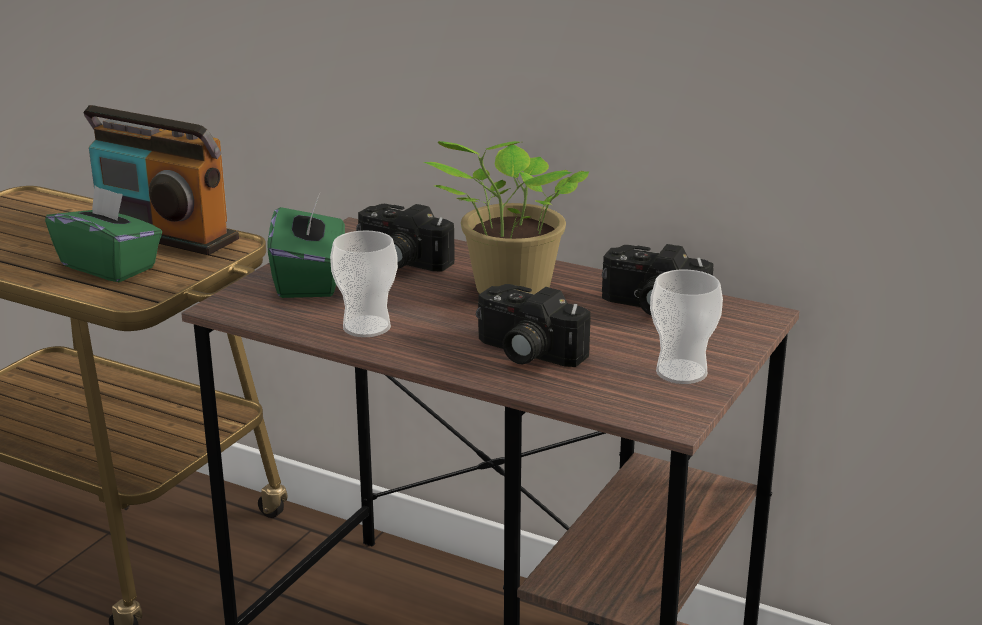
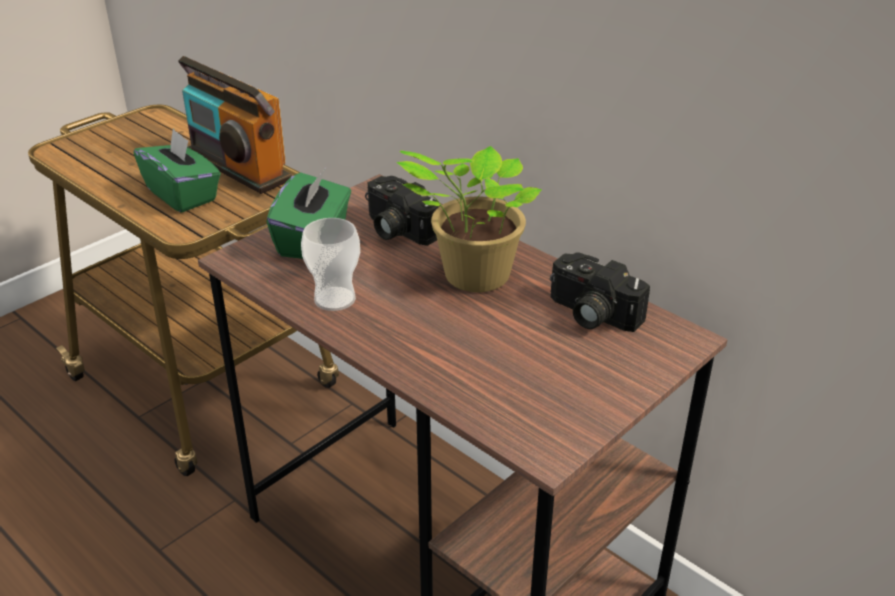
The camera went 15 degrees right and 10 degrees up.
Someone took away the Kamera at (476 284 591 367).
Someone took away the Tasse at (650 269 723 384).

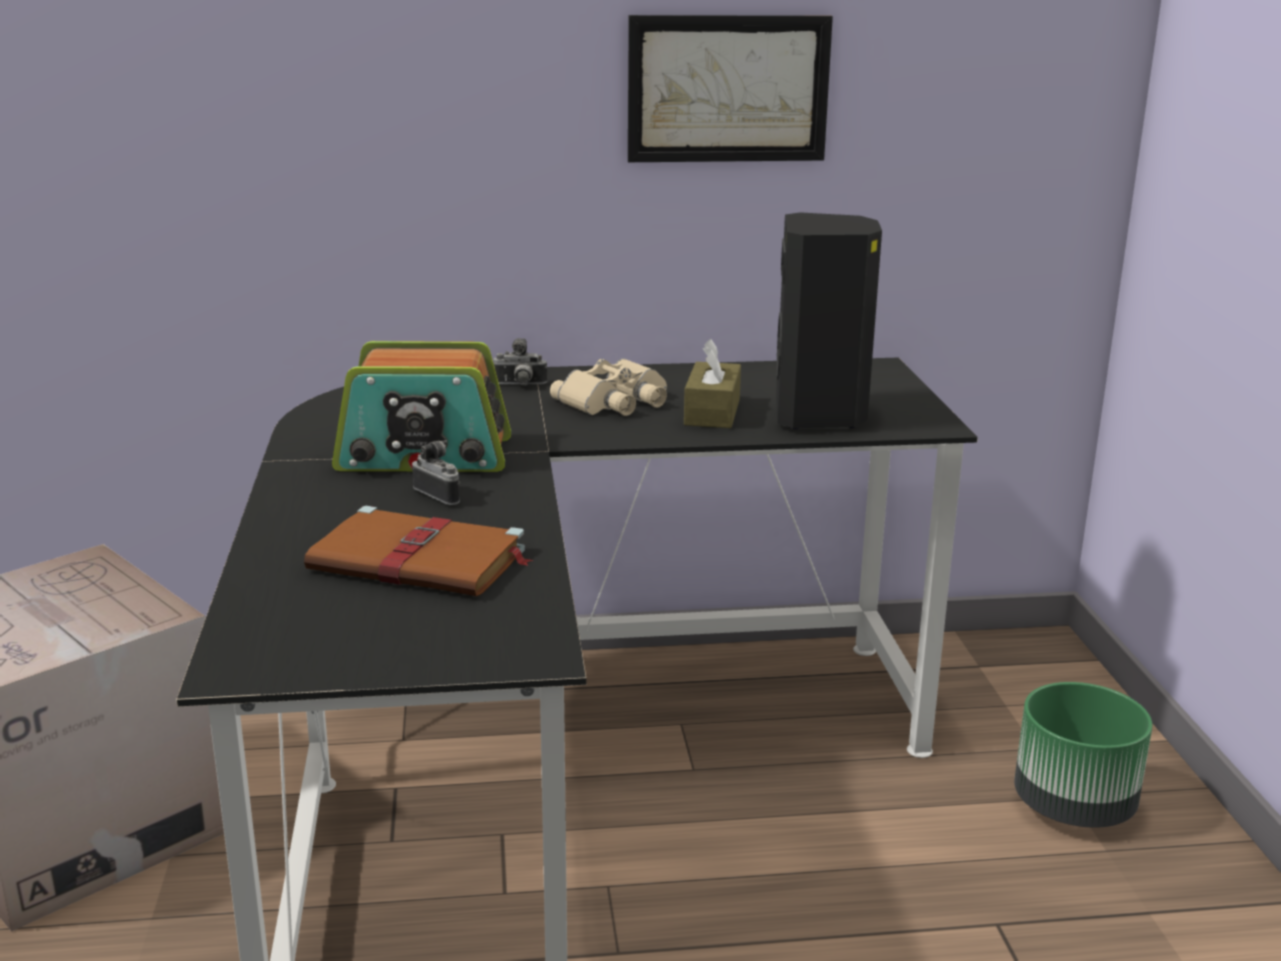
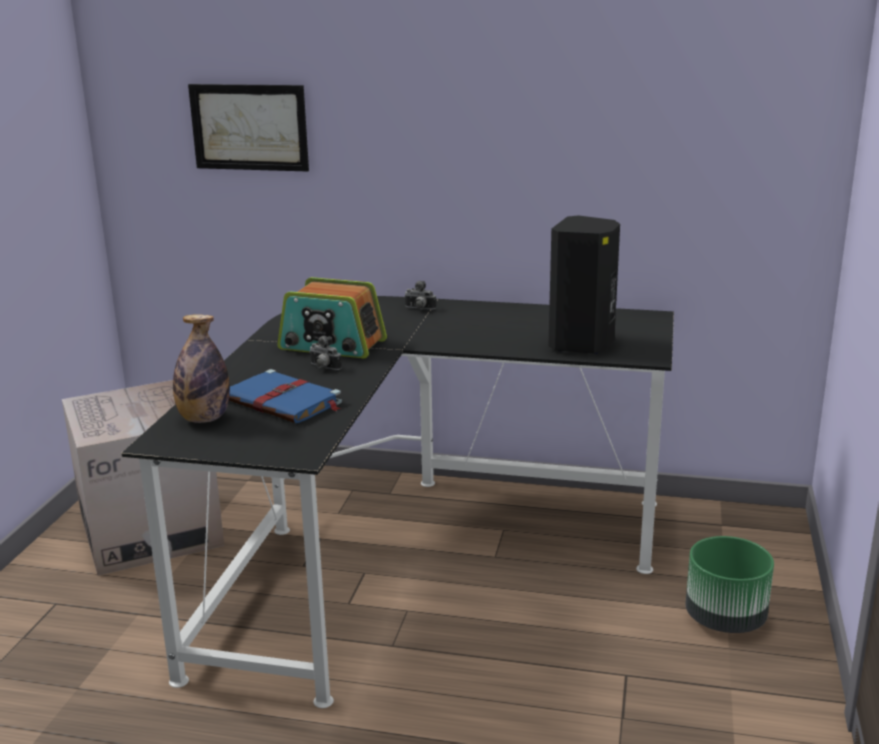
The camera went 20 degrees right and 0 degrees up.
Someone repainted the Buch (braun) at (304 506 533 596), which became the Buch (blau) at (229 369 342 423).
Someone rotated the Kamera at (412 440 460 505) by 150 degrees clockwise.
Someone took away the Fernglas (beige) at (550 358 667 416).
Someone carried the Bild from (628 15 833 162) to (188 84 309 172).
Someone took away the Taschentuchbox (braun) at (684 339 741 428).
Someone put down the Flasche at (173 314 230 423).

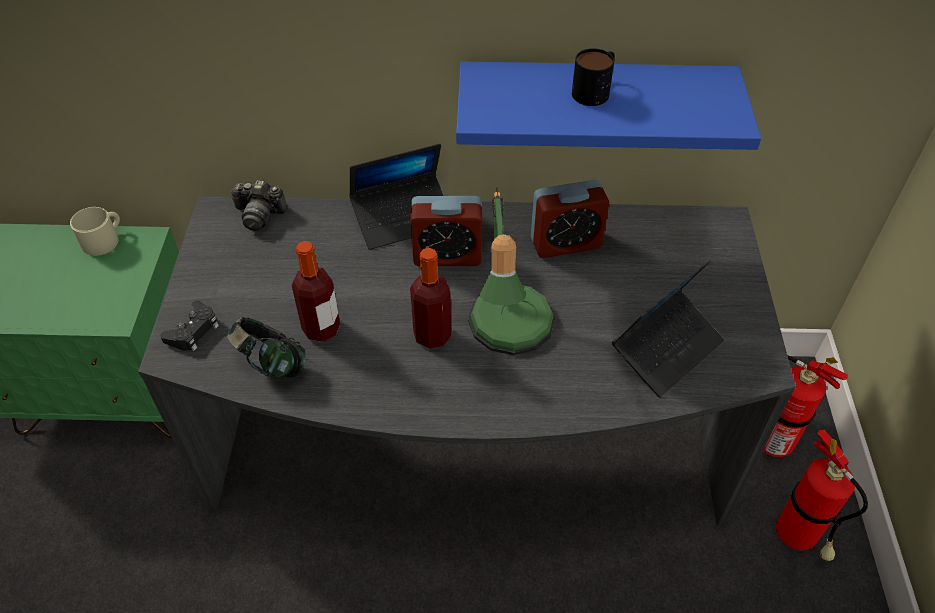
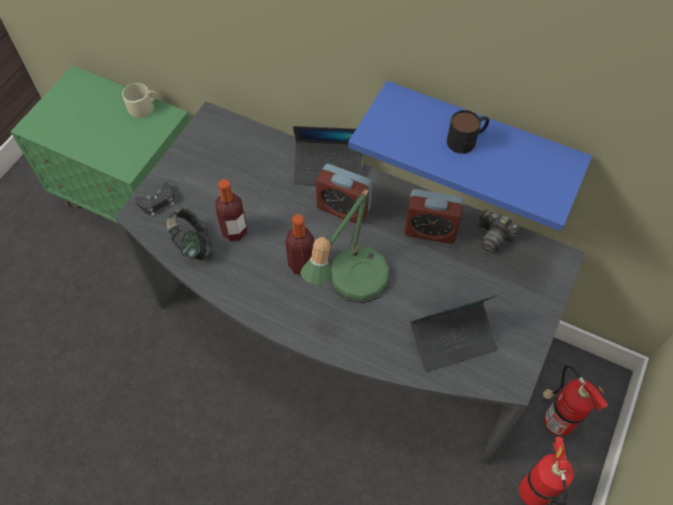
The camera went 25 degrees right and 10 degrees up.
Someone carried the Kamera from (230 180 287 231) to (478 210 520 253).

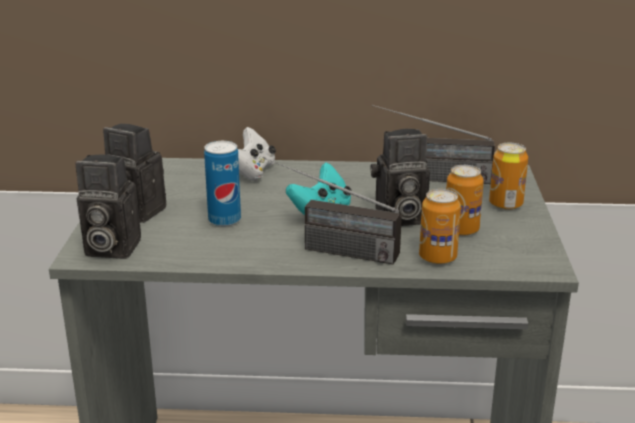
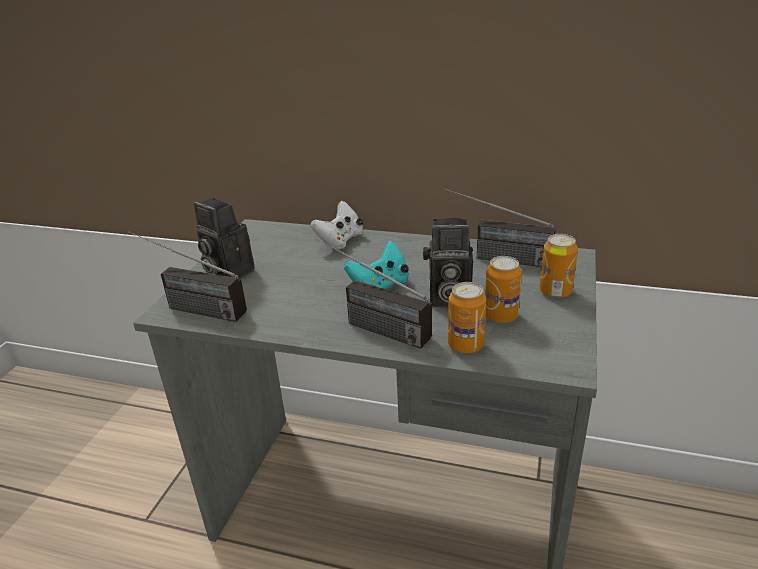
The camera went 15 degrees right and 5 degrees up.
Someone swapped the Kamera at (76 154 141 259) for the Radio at (128 231 247 322).
Someone took away the Dose at (204 141 241 227).

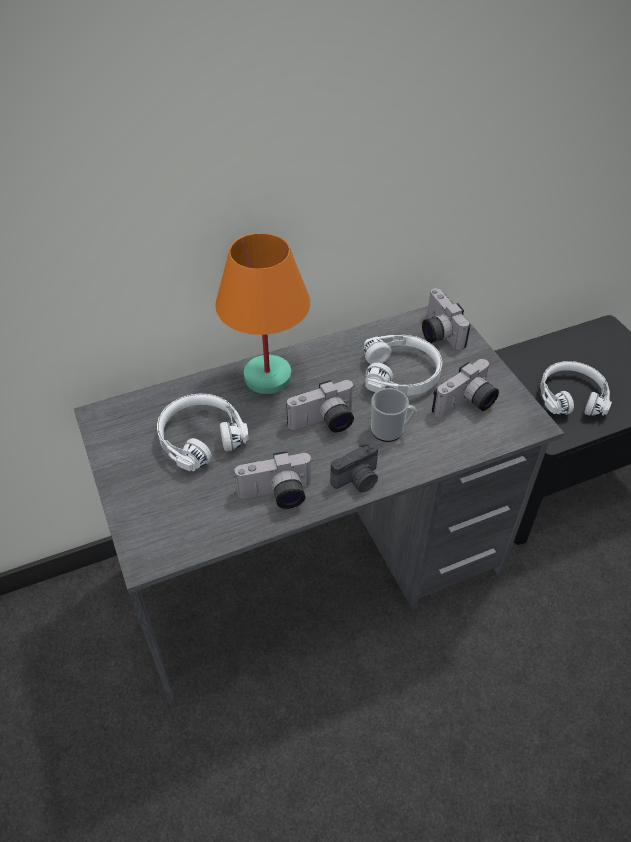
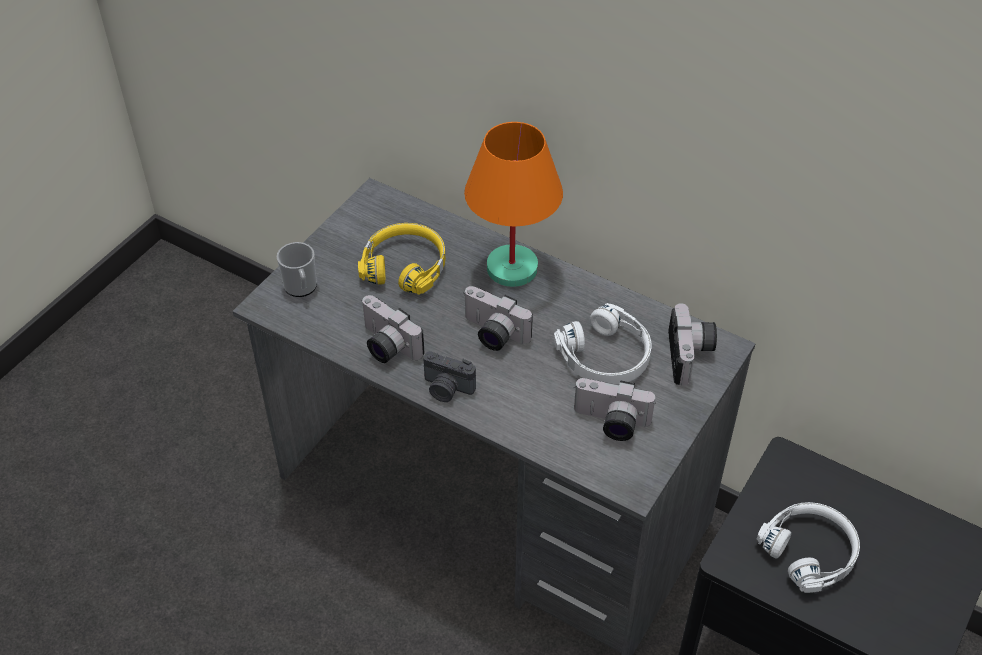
The camera went 55 degrees right and 0 degrees up.
Someone repainted the Kopfhörer (weiß) at (157 394 249 471), which became the Kopfhörer (gelb) at (358 223 445 295).
Someone carried the Henkelbecher from (371 388 417 442) to (277 242 317 297).
Someone rotated the Kamera at (422 288 471 350) by 150 degrees clockwise.

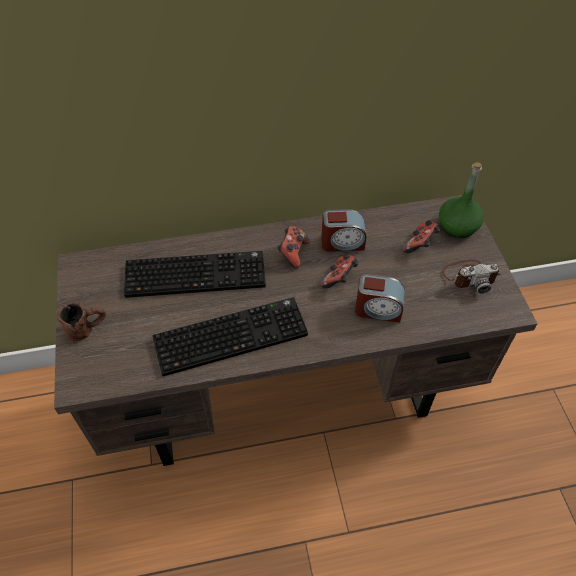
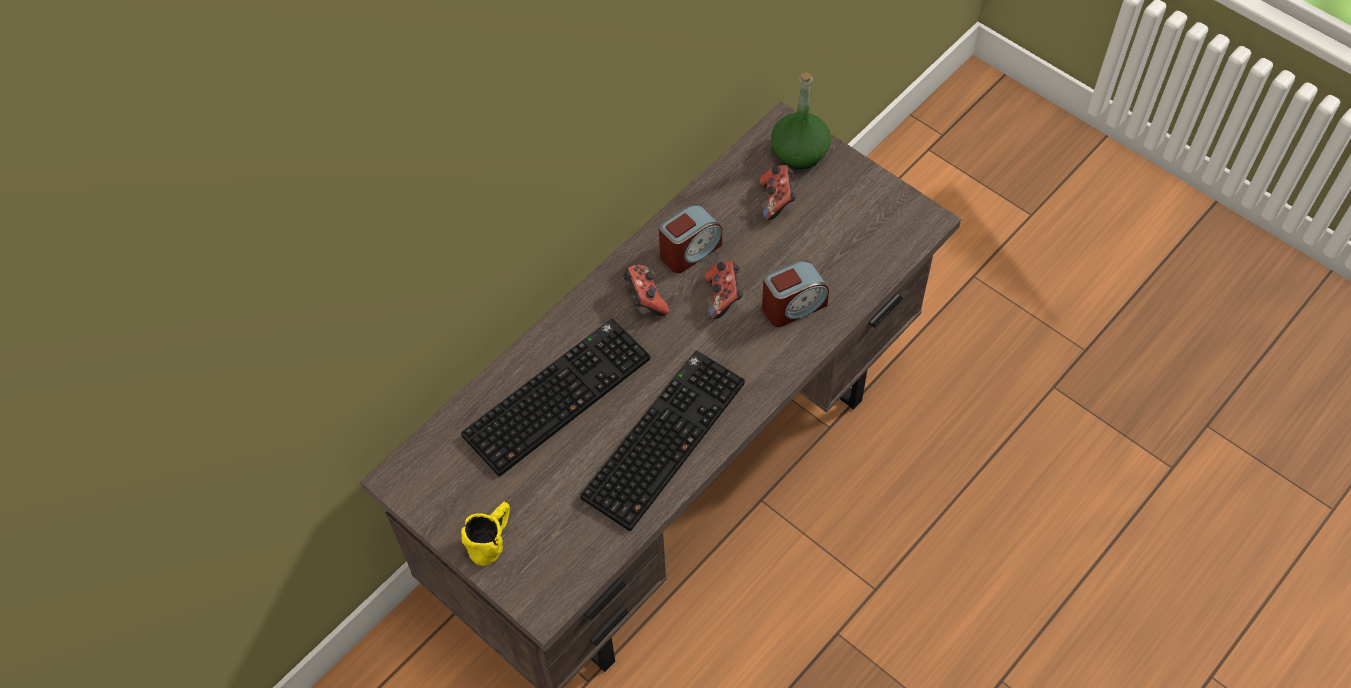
The camera went 35 degrees left and 5 degrees up.
Someone repainted the Henkelbecher (braun) at (58 302 106 341), which became the Henkelbecher (gelb) at (461 502 510 566).
Someone took away the Kamera at (442 260 501 294).

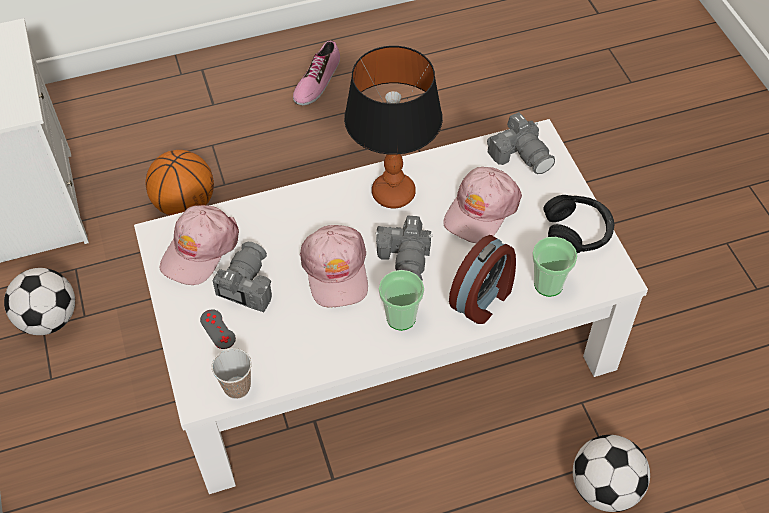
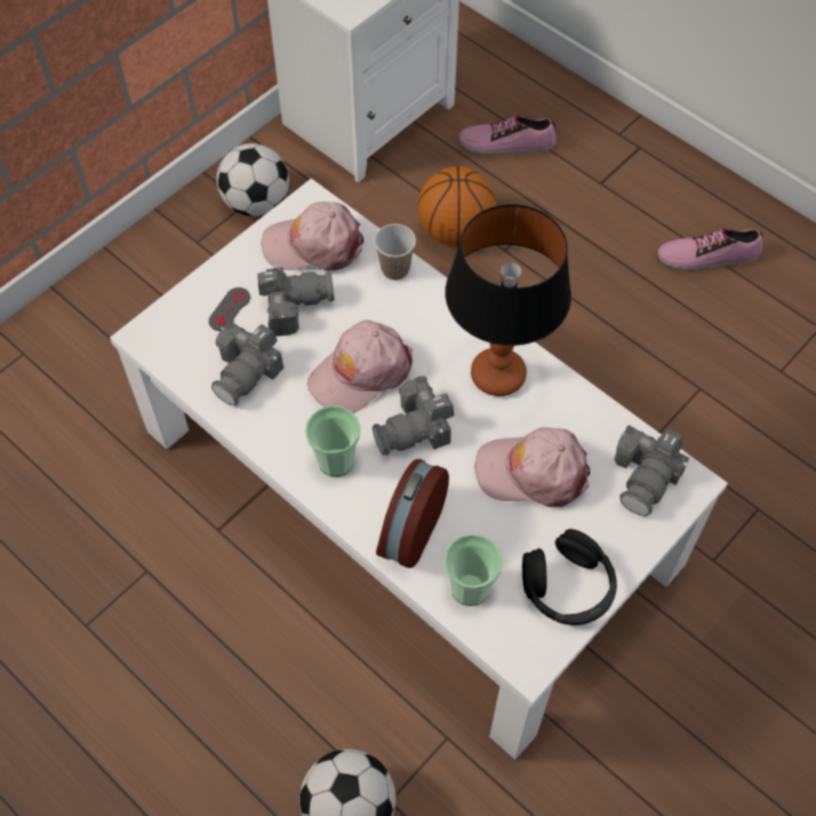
The camera went 60 degrees right and 5 degrees up.
Someone carried the Tasse from (212 348 252 399) to (374 224 416 280).
Someone rotated the Wecker at (449 235 516 324) by 105 degrees clockwise.
Someone put down the Kamera at (212 322 284 406).
Someone put down the Schuh at (459 115 557 154).

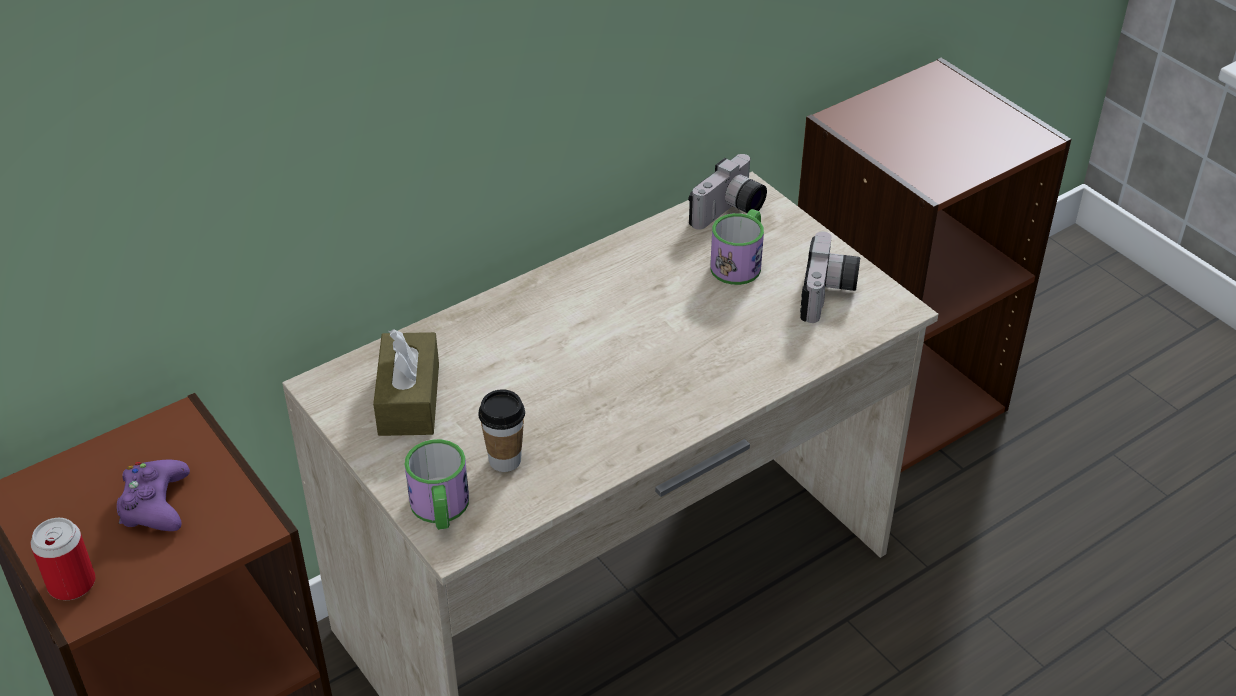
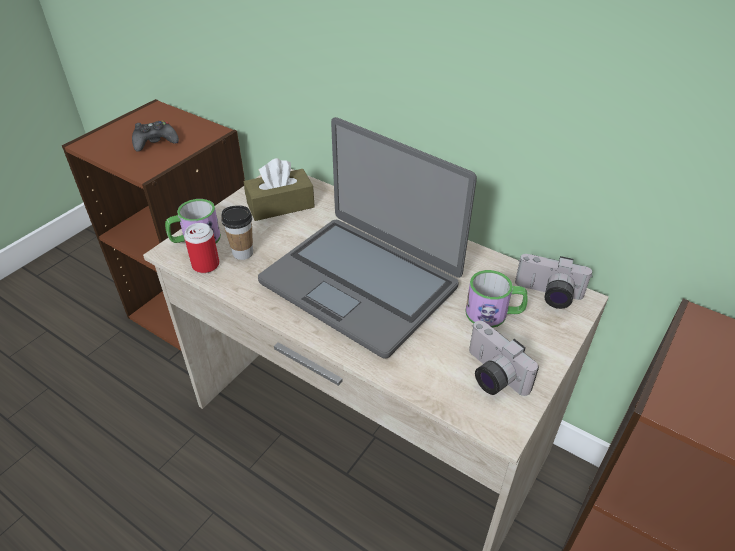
The camera went 70 degrees right and 0 degrees up.
Someone carried the Dose from (31 518 95 600) to (184 223 220 273).
Someone repainted the Gamepad (lila) at (117 460 190 531), which became the Gamepad (schwarz) at (132 120 179 152).
Someone rotated the Kamera at (800 231 860 323) by 60 degrees clockwise.
Someone put down the Laptop at (258 117 477 359).

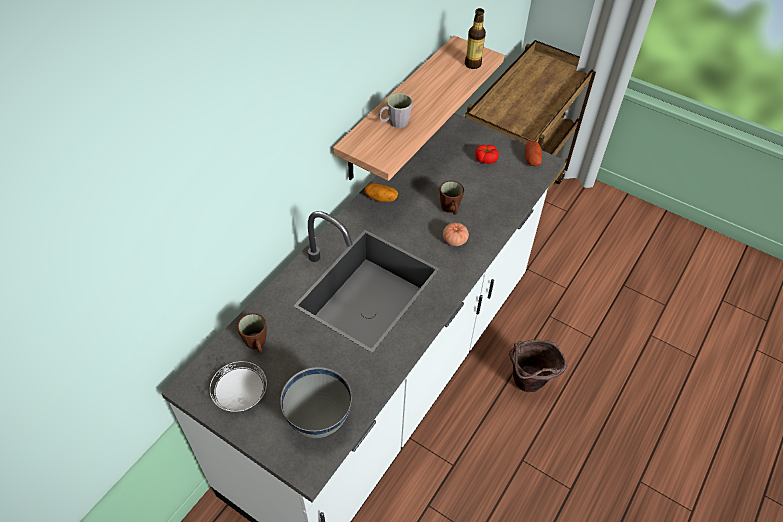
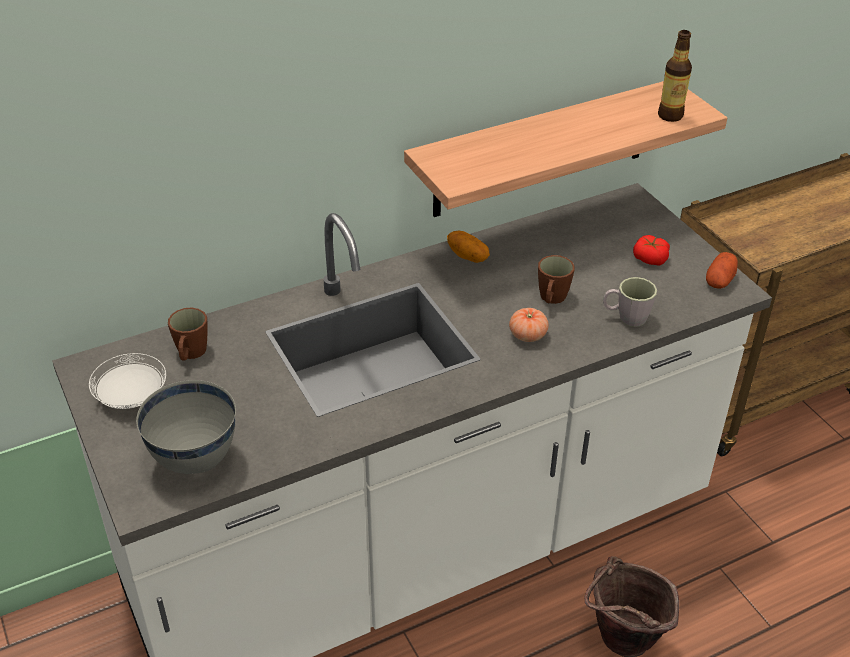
The camera went 30 degrees right and 10 degrees down.
Someone carried the Henkelbecher (grau) from (378 93 413 128) to (603 277 657 327).

